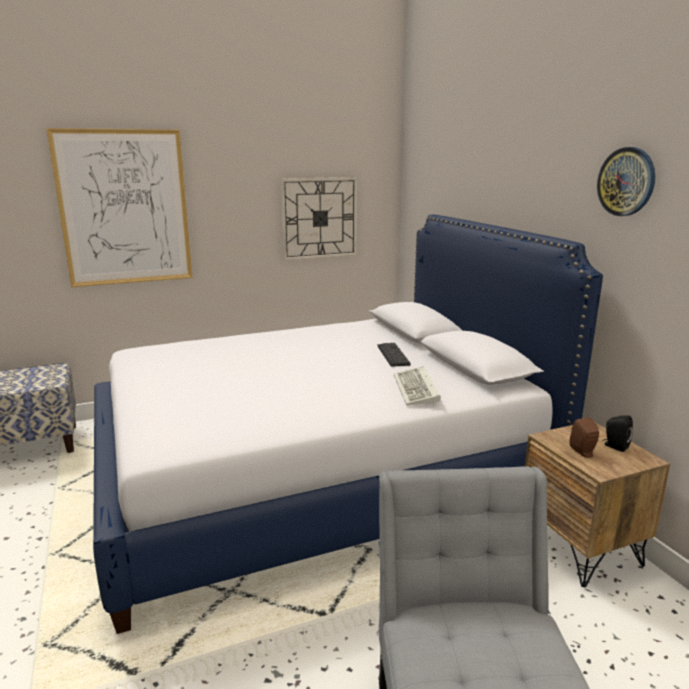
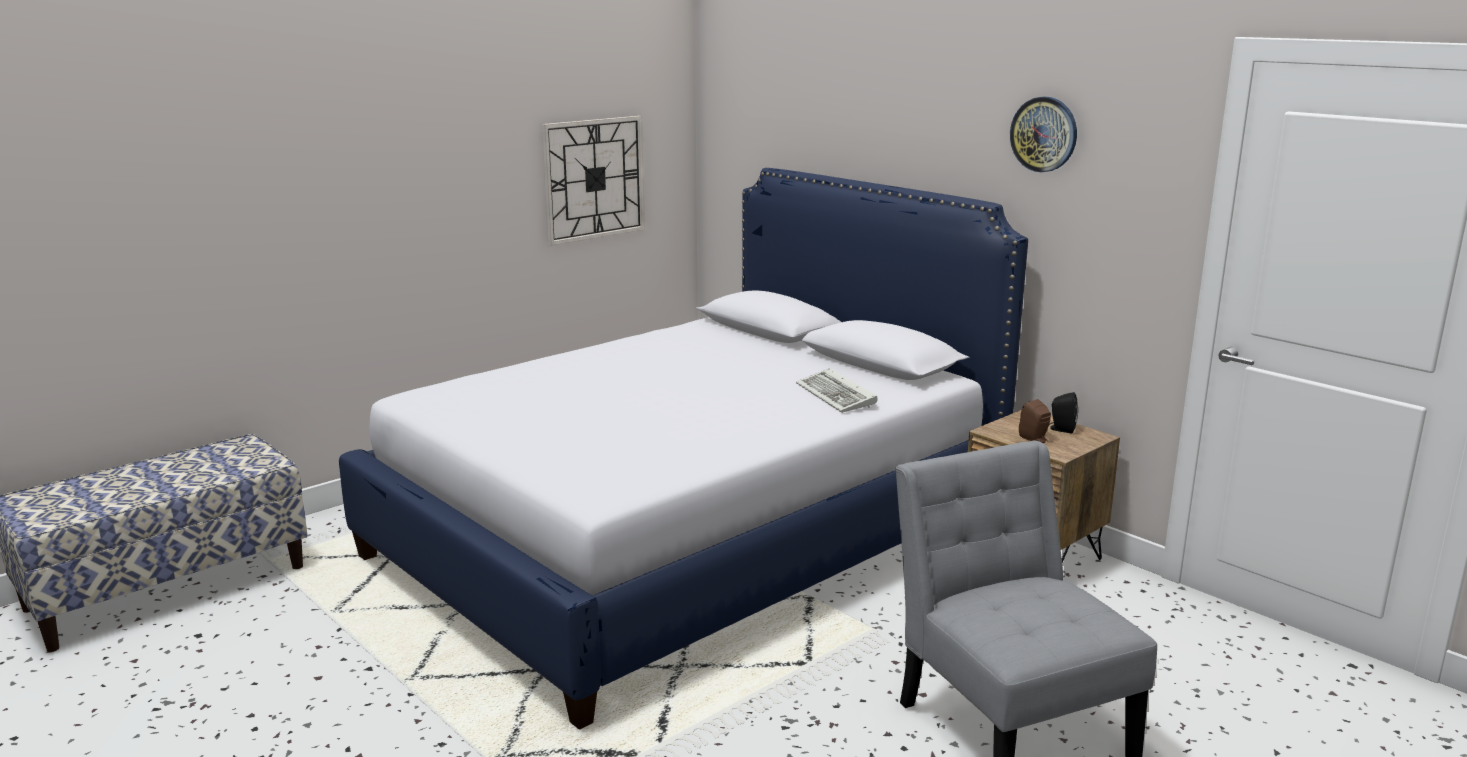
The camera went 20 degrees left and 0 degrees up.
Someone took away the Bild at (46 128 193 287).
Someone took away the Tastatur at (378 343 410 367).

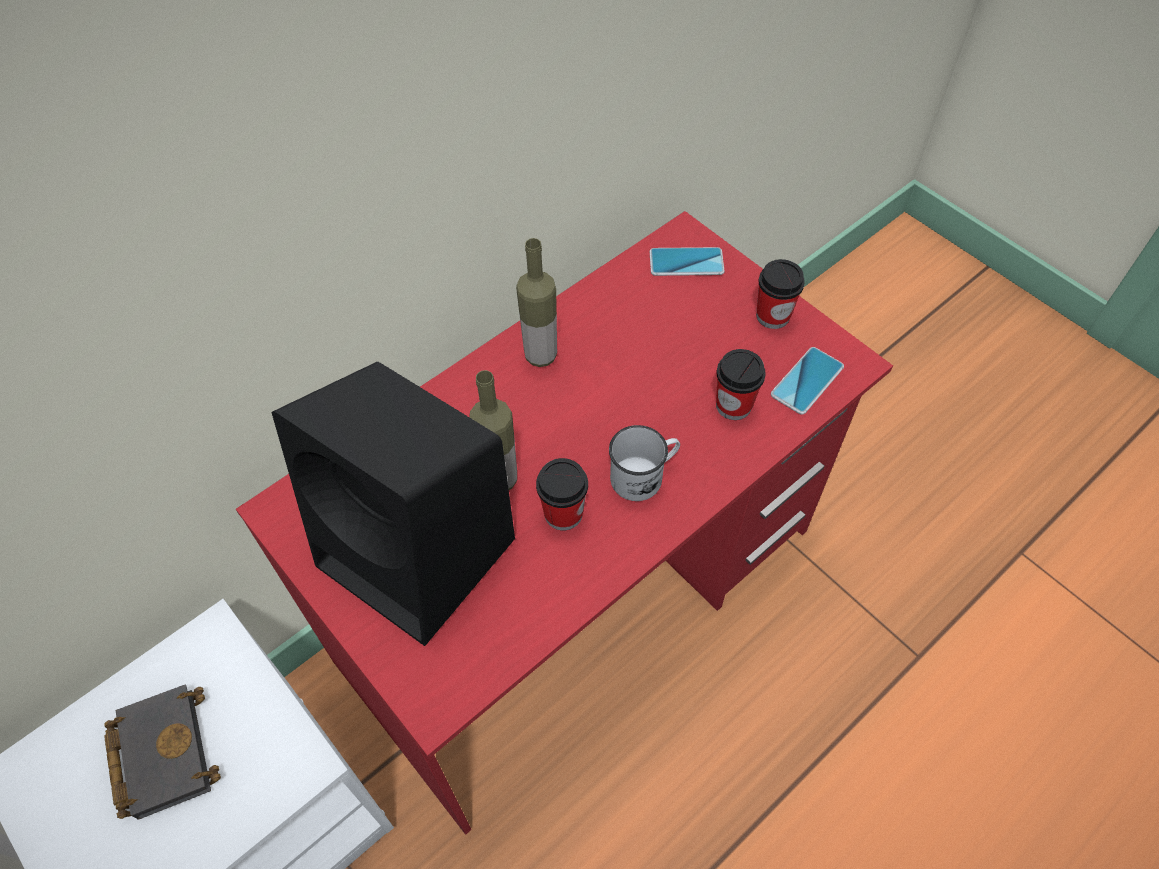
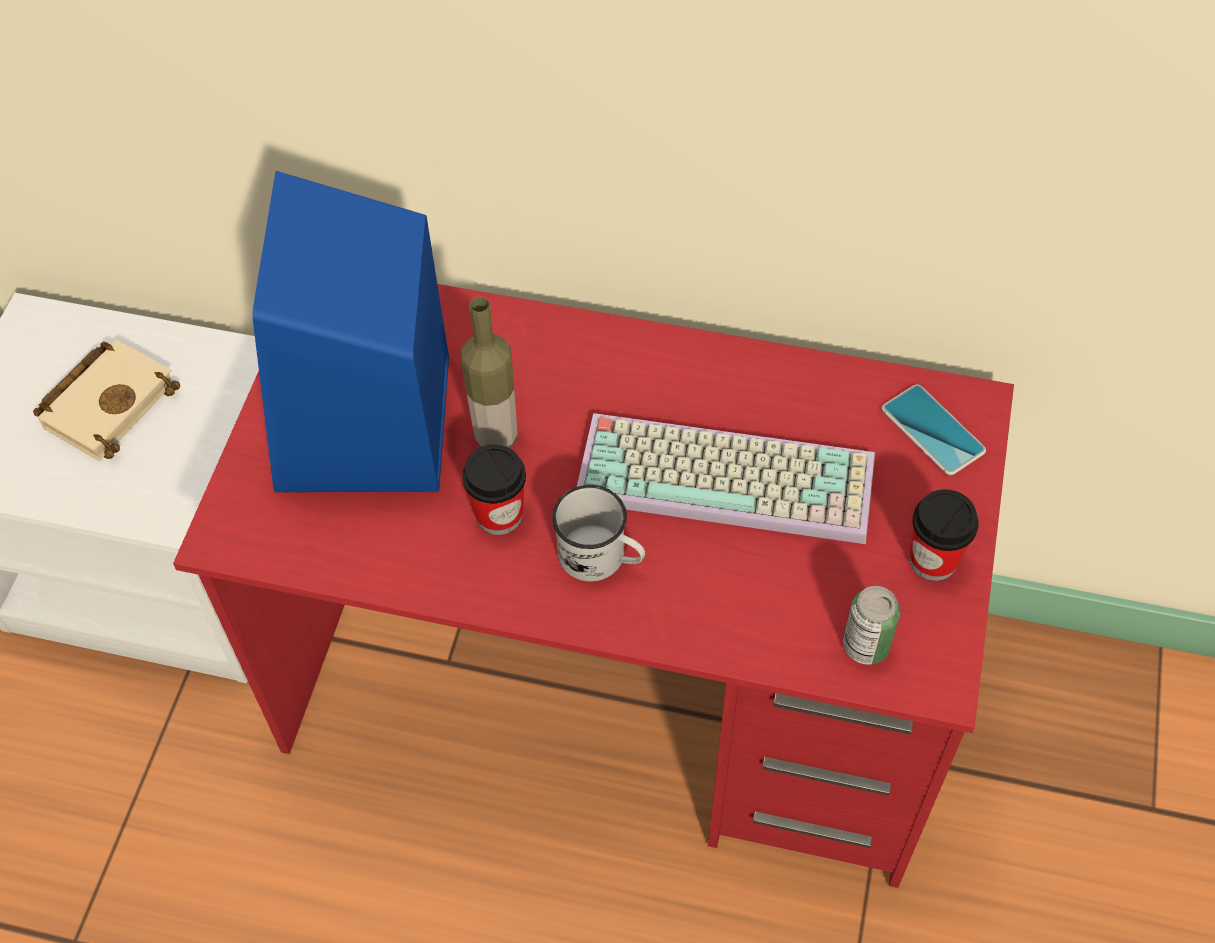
The camera went 55 degrees right and 0 degrees up.
Someone repainted the Buch (schwarz) at (104 684 221 820), which became the Buch (beige) at (33 340 180 461).
Someone repainted the Lautsprecher (schwarz) at (272 362 515 646), which became the Lautsprecher (blau) at (253 171 449 492).
Someone took away the Flasche at (516 238 557 367).
Someone took away the Tasse at (716 349 766 420).
Someone swapped the Handy at (771 347 844 415) for the Dose at (843 586 900 665).
Someone put down the Tastatur at (577 413 875 544).

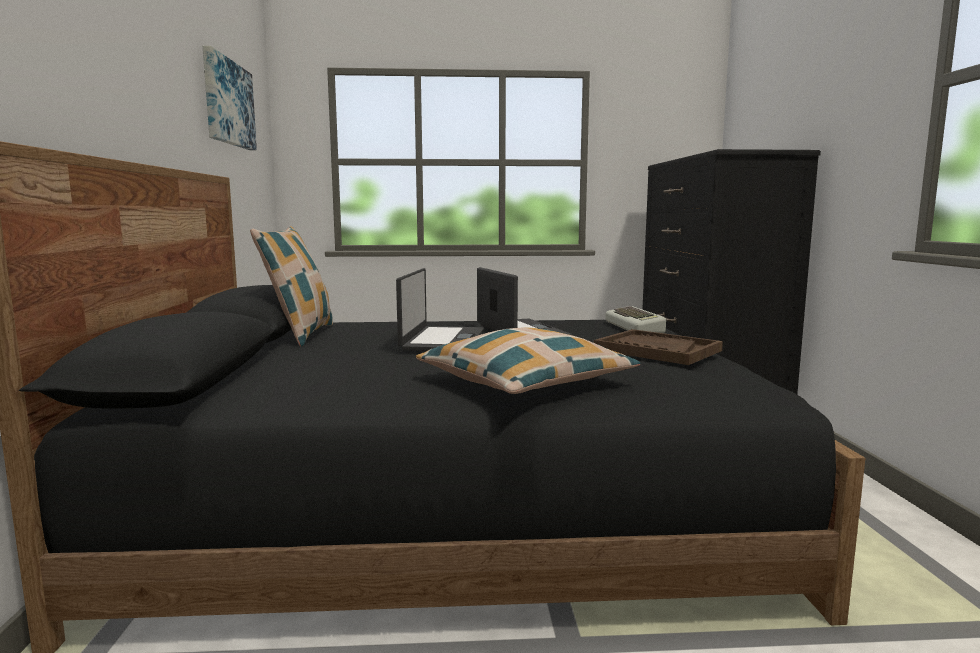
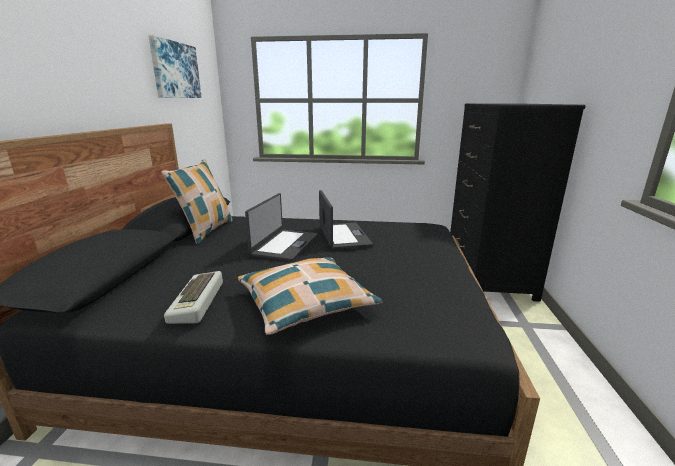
The camera went 10 degrees right and 10 degrees up.
Someone took away the Tablett (braun) at (594 329 723 365).
Someone carried the Tastatur from (605 306 666 333) to (164 271 223 324).

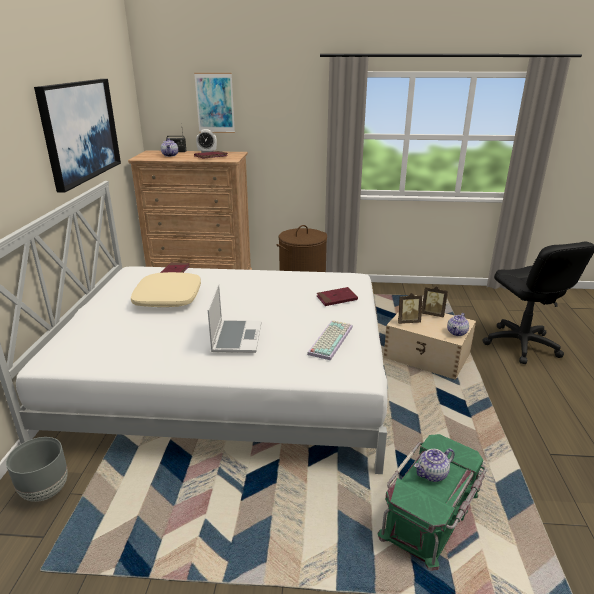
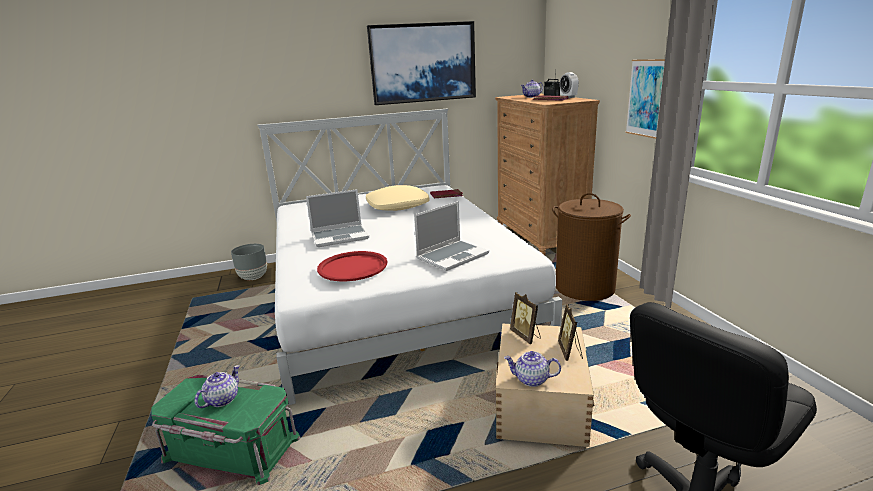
The camera went 70 degrees right and 5 degrees down.
Someone carried the Bild from (194 73 235 133) to (625 59 665 139).
Someone swapped the Tastatur at (307 320 353 360) for the Tablett (rot) at (317 251 388 281).
Someone swapped the Buch (rot) at (316 287 358 306) for the Laptop at (414 201 489 271).
Someone rotated the Teekanne at (414 448 454 482) by 75 degrees clockwise.

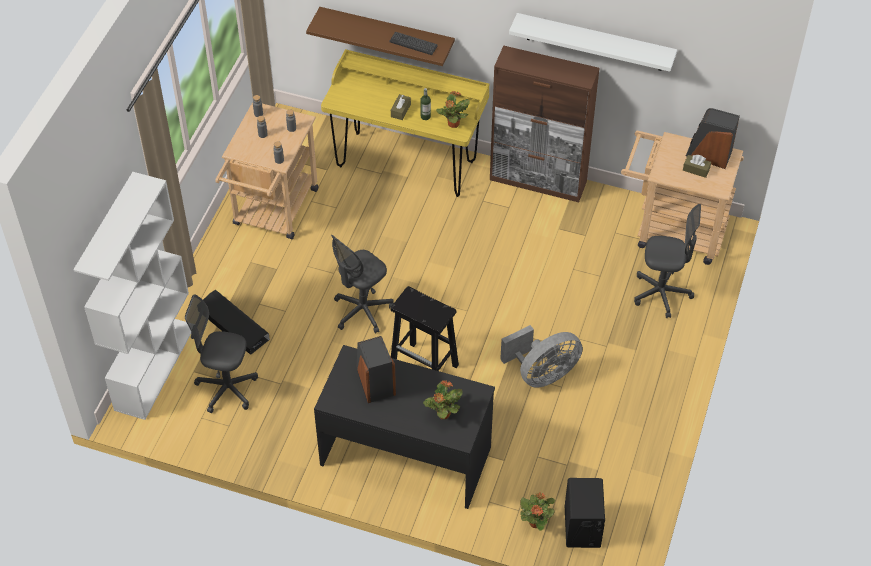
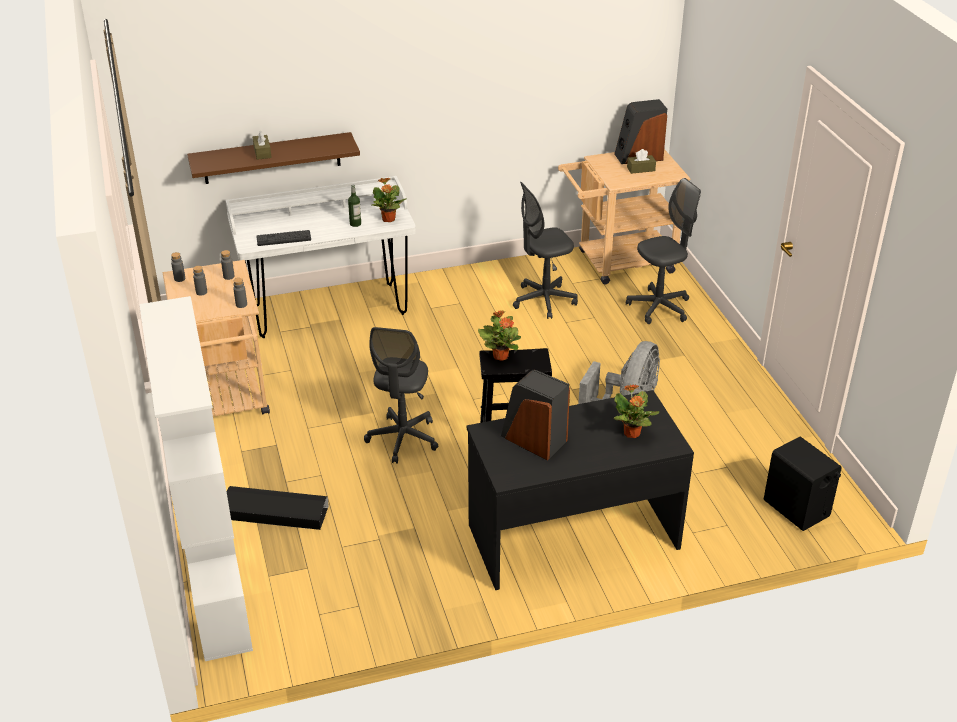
The camera went 35 degrees left and 15 degrees down.
Someone carried the Bürostuhl (grau) from (185 294 258 413) to (513 182 578 319).
Someone repainted the Schreibtisch (gelb) at (321 49 489 197), which became the Schreibtisch (weiß) at (226 176 416 338).
Someone carried the Tastatur from (390 32 438 55) to (256 230 311 246).
Someone carried the Taschentuchbox (braun) from (391 94 411 120) to (253 131 272 160).
Someone took away the Schrank (braun) at (490 45 600 202).
Someone took away the Wandregal (weiß) at (509 13 677 72).
Someone carried the Topfpflanze from (520 493 555 531) to (478 310 521 361).

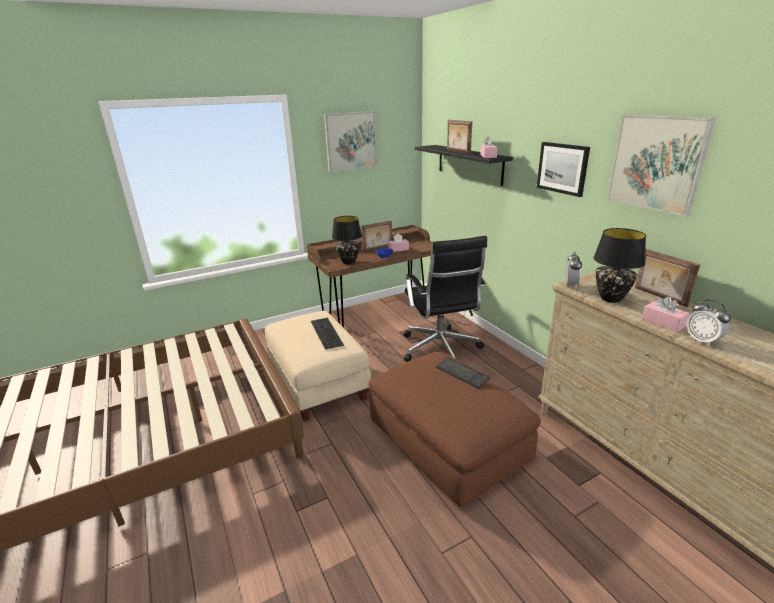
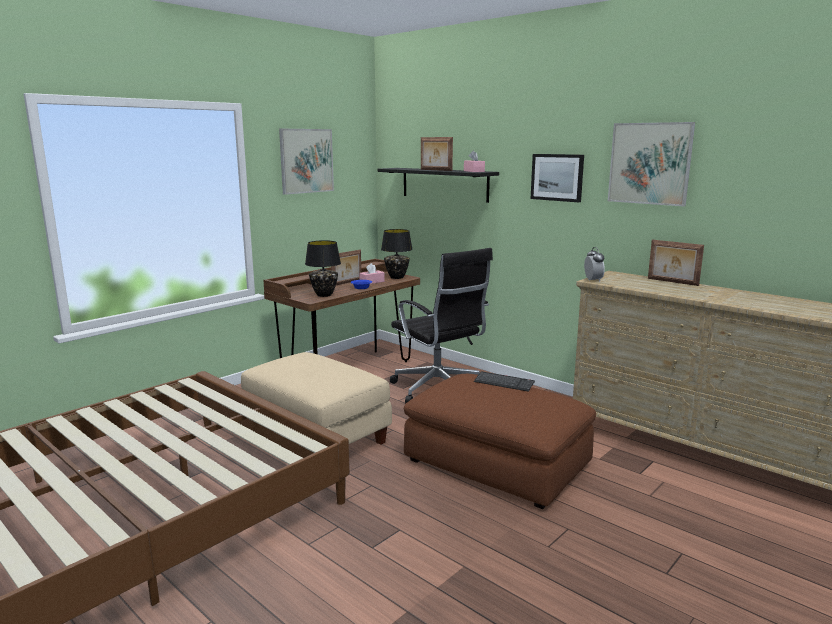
The camera went 20 degrees left and 10 degrees down.
Someone took away the Tastatur at (311 318 344 350).
Someone carried the Tischlampe (schwarz) from (593 228 646 303) to (381 229 413 279).
Someone took away the Taschentuchbox (rosa) at (642 296 690 332).
Someone took away the Wecker at (687 299 731 347).

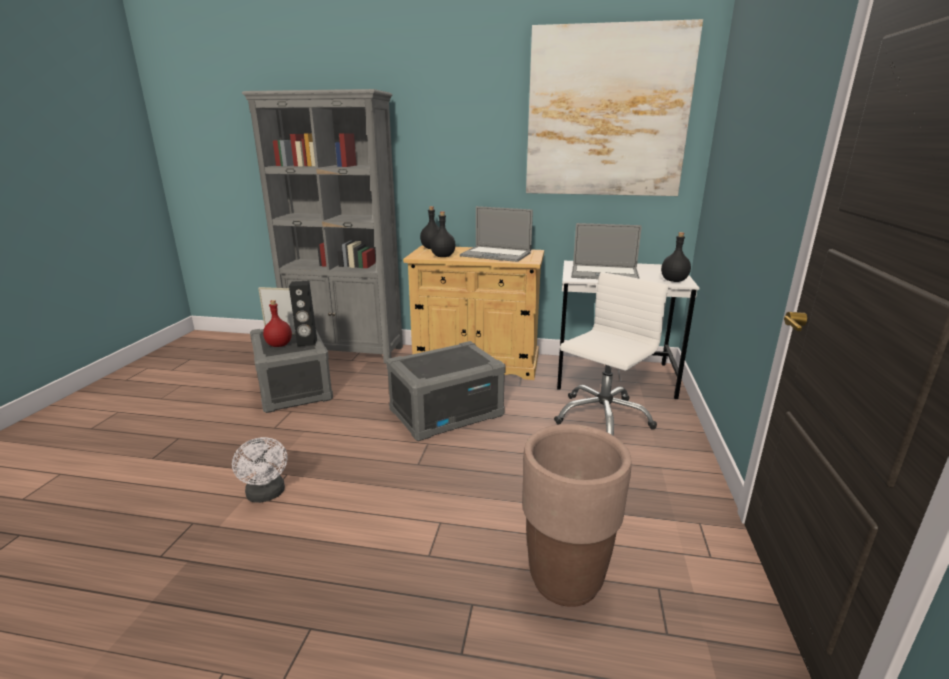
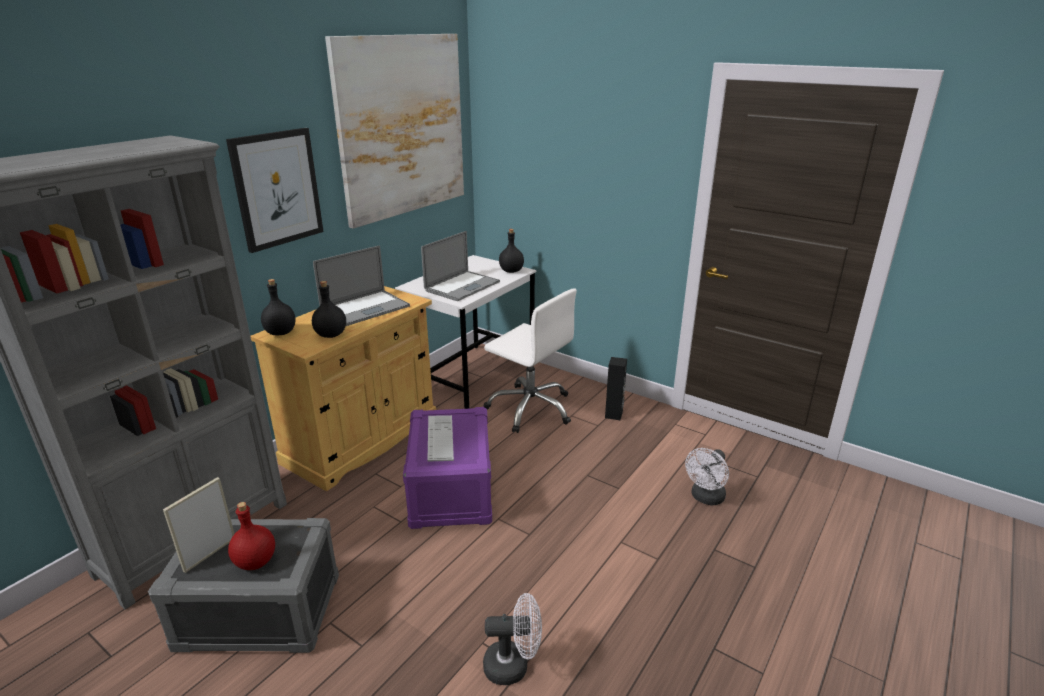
The camera went 65 degrees left and 5 degrees up.
Someone carried the Lautsprecher (schwarz) from (289 281 317 346) to (605 357 627 420).
Someone repainted the Aufbewahrungsbox (grau) at (386 341 506 441), which became the Aufbewahrungsbox (lila) at (403 407 492 529).
Someone swapped the Pflanzkübel (braun) at (522 424 632 607) for the Ventilator (weiß) at (685 448 729 505).
Someone rotated the Bürostuhl (weiß) at (554 272 669 436) by 150 degrees clockwise.
Someone put up the Bild at (226 128 324 253).
Someone put down the Tastatur at (428 415 454 462).

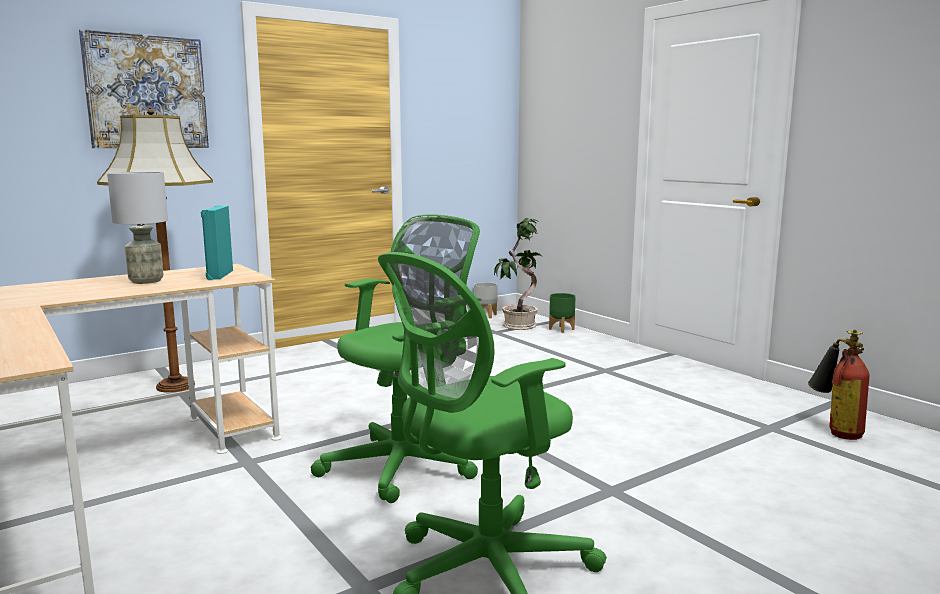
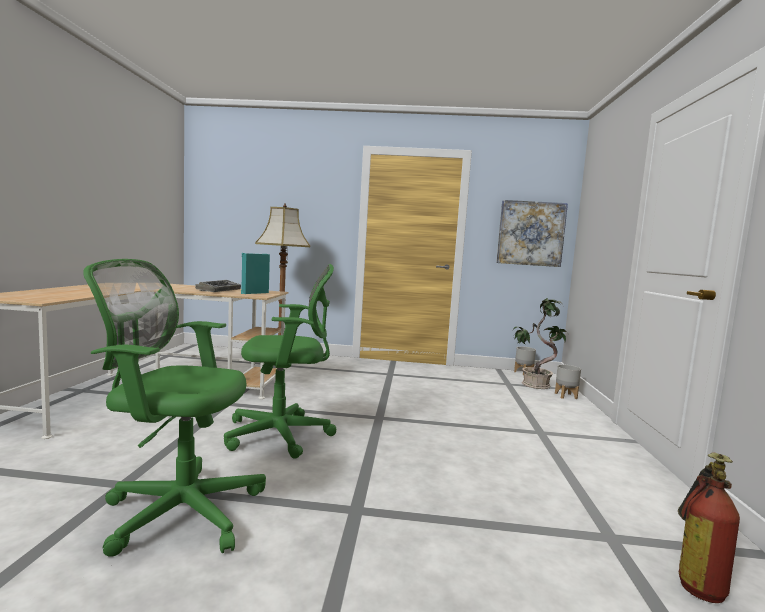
The camera went 40 degrees right and 5 degrees down.
Someone carried the Bild from (79 29 209 148) to (496 200 568 267).
Someone swapped the Tischlampe (grau) at (107 172 168 284) for the Tastatur at (195 280 241 292).
Someone repainted the Pflanzkübel (grün) at (549 293 576 333), which became the Pflanzkübel (grau) at (555 364 581 399).

